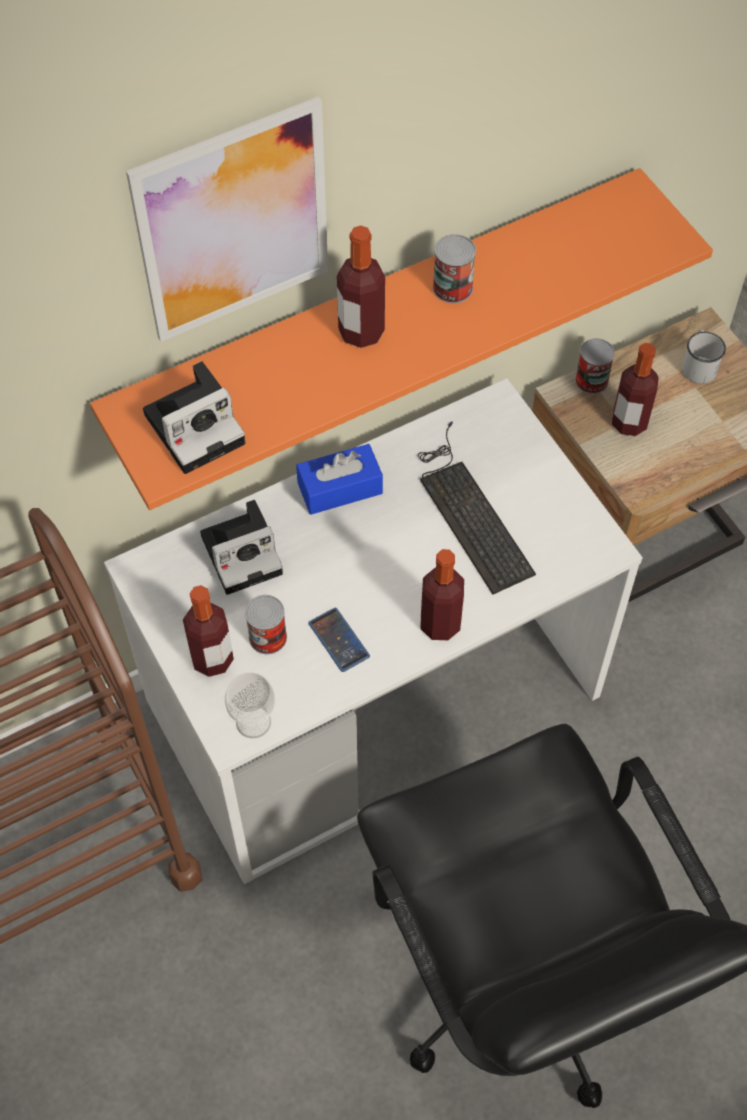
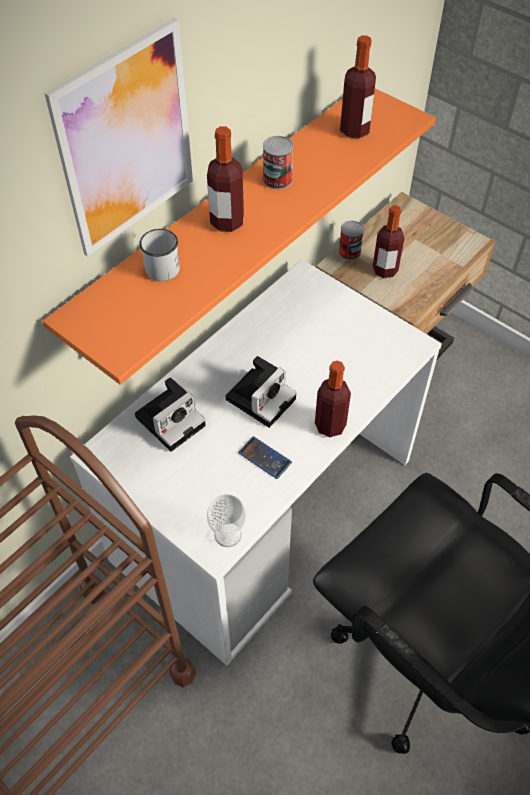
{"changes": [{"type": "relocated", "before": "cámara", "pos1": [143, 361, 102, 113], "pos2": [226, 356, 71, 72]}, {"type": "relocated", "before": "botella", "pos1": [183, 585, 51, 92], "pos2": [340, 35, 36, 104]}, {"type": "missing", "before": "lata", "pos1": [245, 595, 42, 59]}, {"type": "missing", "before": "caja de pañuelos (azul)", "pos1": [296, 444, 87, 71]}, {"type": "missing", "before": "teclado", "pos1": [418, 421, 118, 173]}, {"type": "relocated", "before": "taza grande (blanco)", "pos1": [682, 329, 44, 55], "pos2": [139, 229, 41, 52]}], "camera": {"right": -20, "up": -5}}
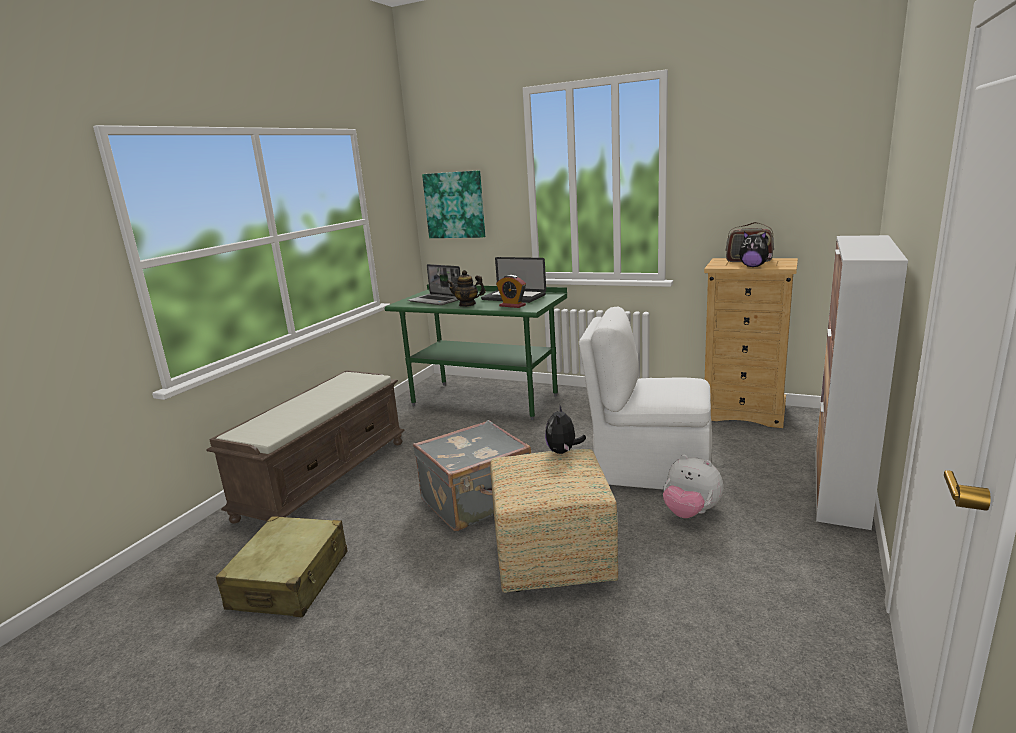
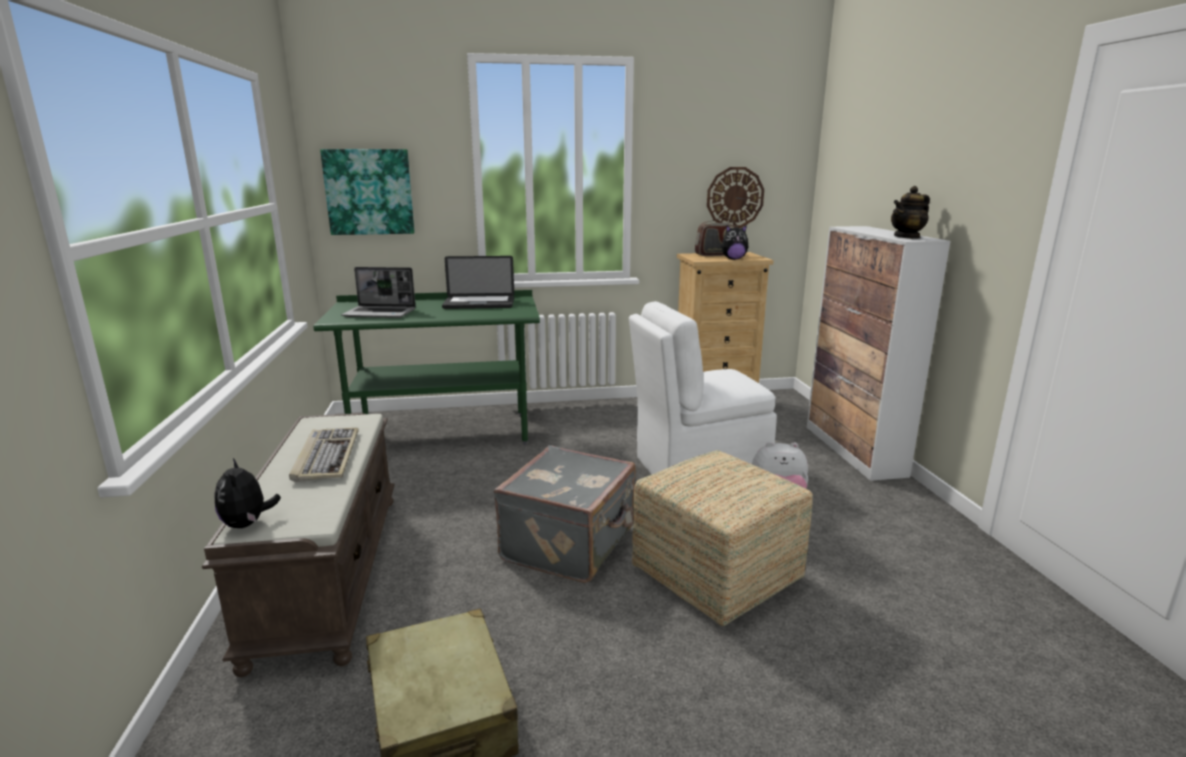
{"changes": [{"type": "relocated", "before": "tetera", "pos1": [447, 270, 39, 37], "pos2": [891, 186, 39, 53]}, {"type": "missing", "before": "despertador", "pos1": [496, 275, 30, 33]}, {"type": "relocated", "before": "peluche", "pos1": [545, 406, 41, 48], "pos2": [214, 458, 67, 70]}, {"type": "appeared", "after": "teclado", "pos2": [289, 428, 70, 54]}, {"type": "appeared", "after": "reloj de pared", "pos2": [707, 167, 57, 61]}], "camera": {"right": -35, "up": 0}}
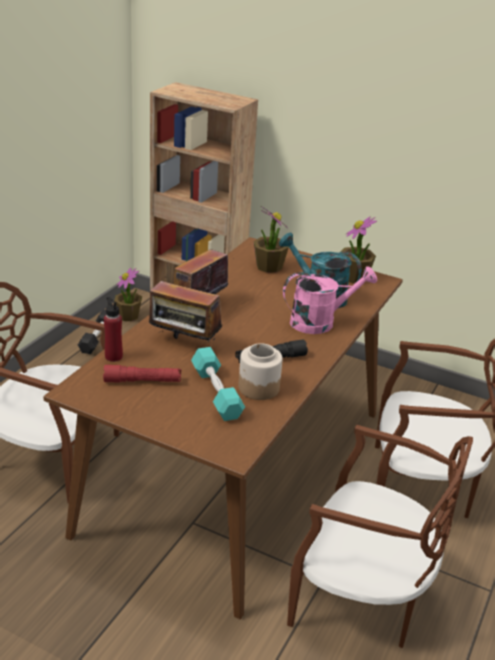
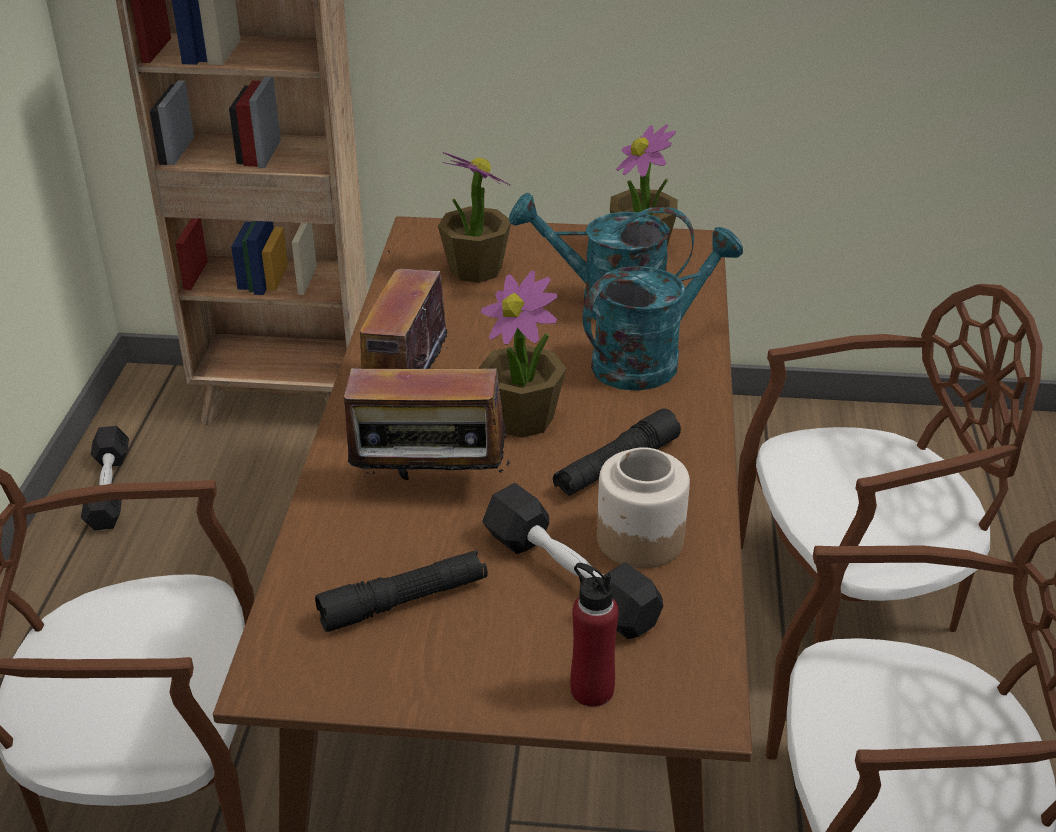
{"changes": [{"type": "colour", "before": "linterna (rojo)", "after": "linterna (negro)", "pos1": [103, 365, 78, 17], "pos2": [315, 550, 172, 82]}, {"type": "relocated", "before": "botella (rojo)", "pos1": [104, 297, 19, 65], "pos2": [570, 563, 49, 144]}, {"type": "relocated", "before": "planta en maceta", "pos1": [114, 268, 28, 53], "pos2": [478, 271, 88, 167]}, {"type": "colour", "before": "mancuerna (turquesa)", "after": "mancuerna (negro)", "pos1": [191, 347, 54, 74], "pos2": [482, 483, 181, 156]}, {"type": "colour", "before": "regadera (rosa)", "after": "regadera (turquesa)", "pos1": [283, 266, 94, 68], "pos2": [583, 227, 160, 164]}], "camera": {"right": -20, "up": 5}}
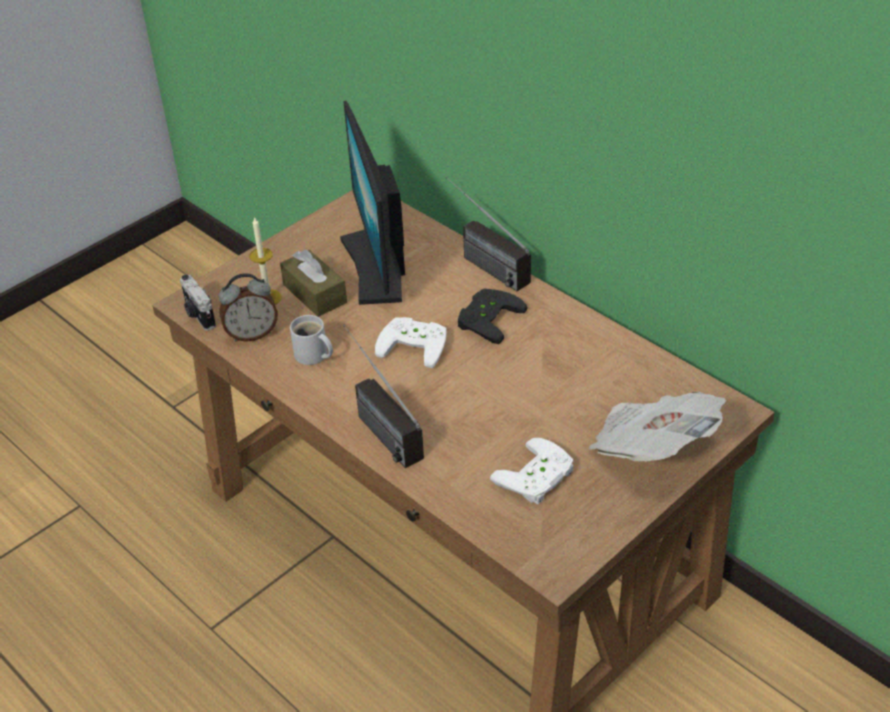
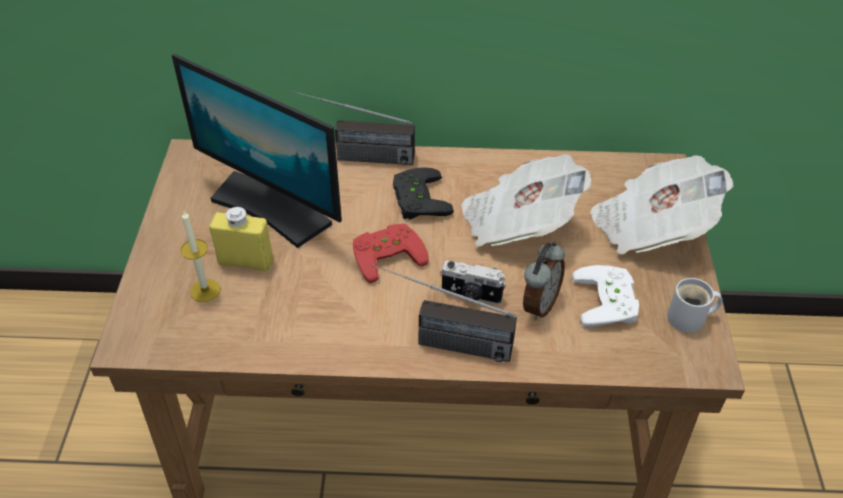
{"changes": [{"type": "relocated", "before": "cámara", "pos1": [180, 275, 36, 56], "pos2": [440, 260, 66, 45]}, {"type": "relocated", "before": "despertador", "pos1": [219, 273, 59, 69], "pos2": [523, 242, 42, 78]}, {"type": "exchanged", "before": "caja de pañuelos (marrón)", "after": "botella (amarillo)", "pos1": [280, 250, 67, 67], "pos2": [209, 207, 64, 64]}, {"type": "relocated", "before": "taza grande (blanco)", "pos1": [290, 315, 43, 50], "pos2": [667, 278, 56, 55]}, {"type": "colour", "before": "mando de consola (blanco)", "after": "mando de consola (rojo)", "pos1": [375, 317, 71, 51], "pos2": [353, 224, 76, 59]}, {"type": "appeared", "after": "periódico", "pos2": [461, 154, 130, 93]}], "camera": {"right": -45, "up": 5}}
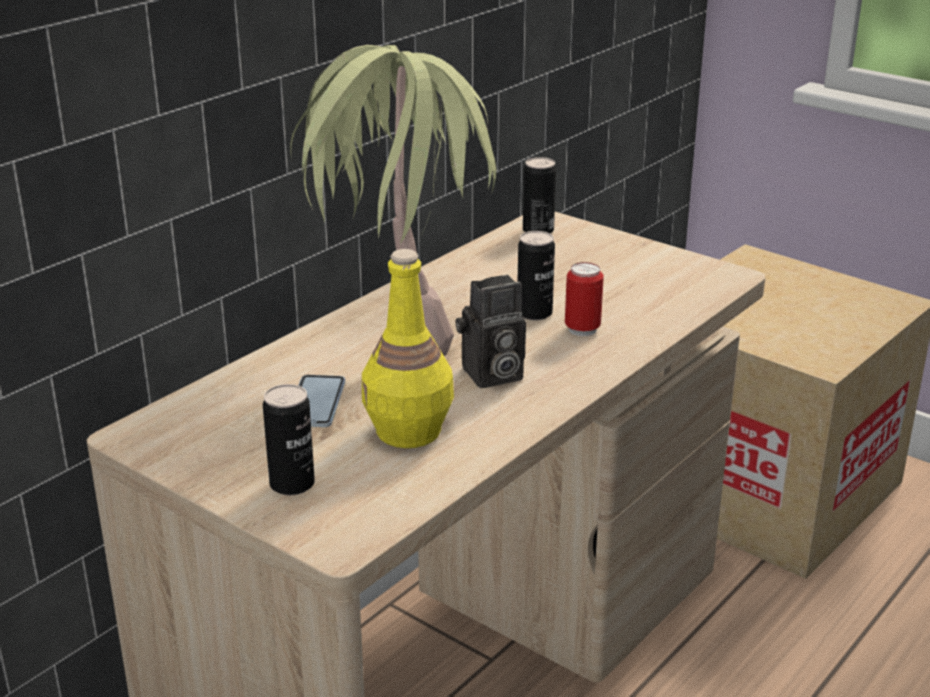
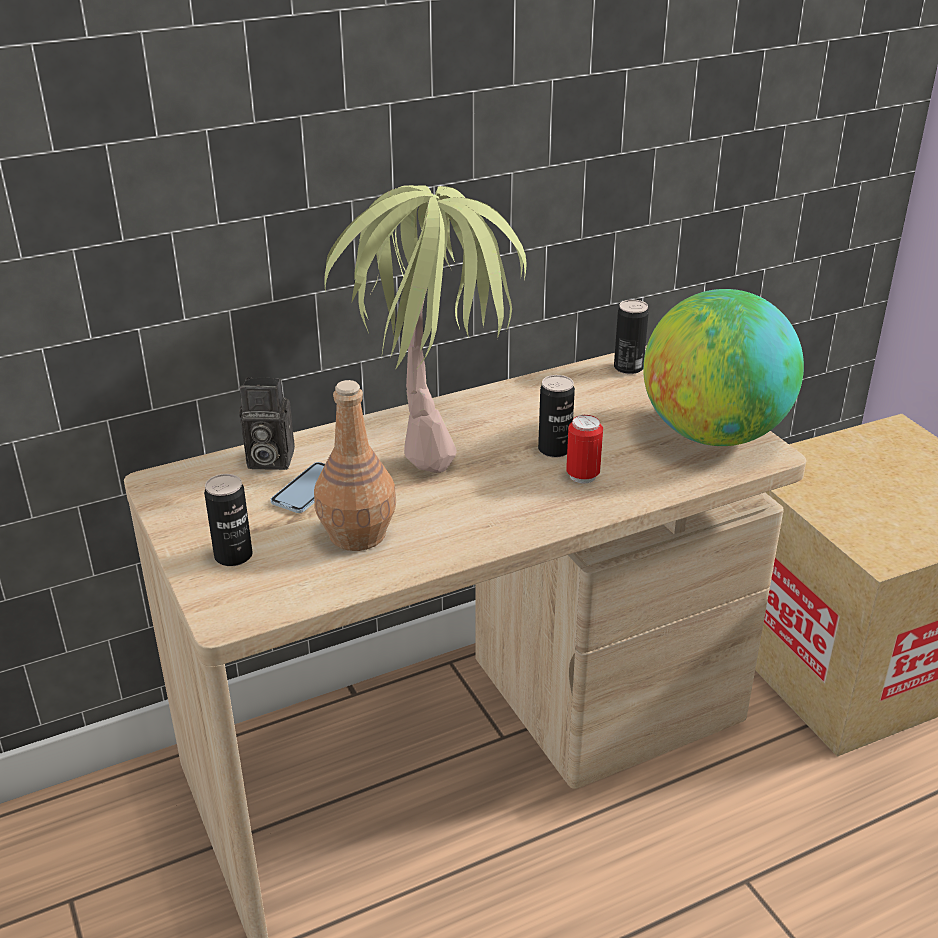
{"changes": [{"type": "colour", "before": "botella (amarillo)", "after": "botella (marrón)", "pos1": [362, 249, 92, 199], "pos2": [314, 380, 82, 171]}, {"type": "relocated", "before": "cámara", "pos1": [455, 275, 71, 113], "pos2": [239, 377, 56, 93]}, {"type": "appeared", "after": "globo terráqueo", "pos2": [643, 289, 161, 157]}], "camera": {"right": 25, "up": 5}}
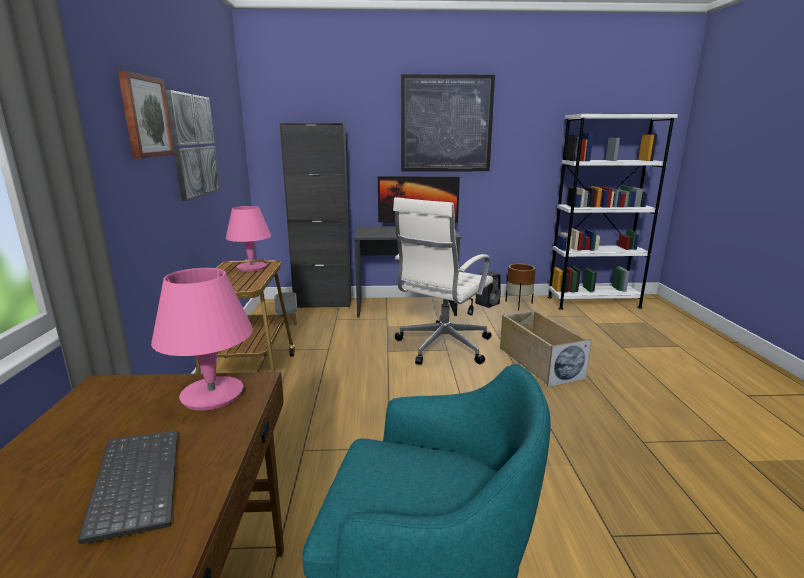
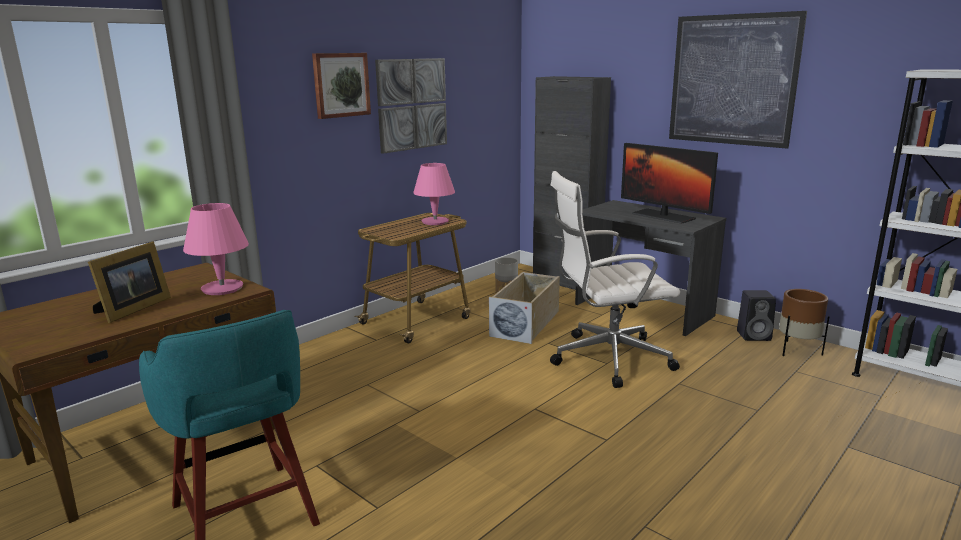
{"changes": [{"type": "exchanged", "before": "teclado", "after": "portarretratos", "pos1": [78, 431, 100, 113], "pos2": [88, 241, 83, 82]}, {"type": "relocated", "before": "caja de almacenaje (beis)", "pos1": [500, 310, 92, 77], "pos2": [489, 272, 71, 72]}], "camera": {"right": 45, "up": 0}}
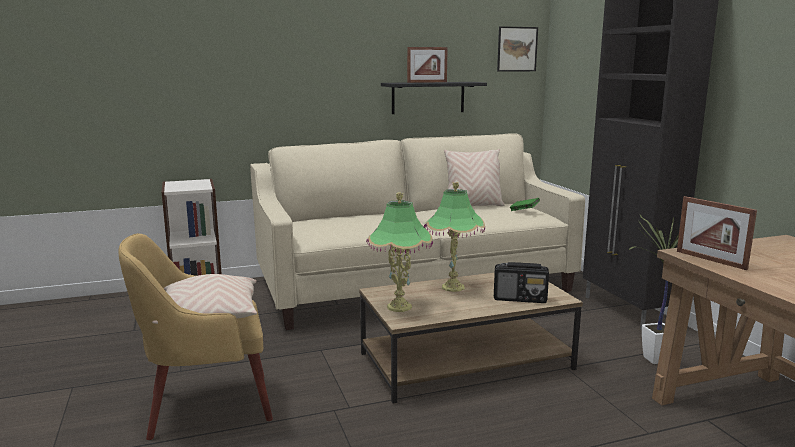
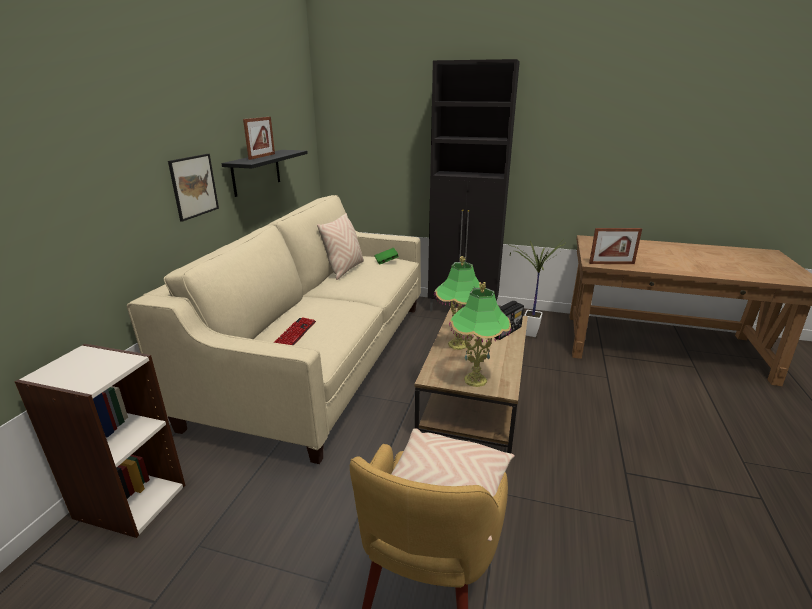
{"changes": [{"type": "relocated", "before": "cuadro", "pos1": [497, 26, 41, 46], "pos2": [168, 154, 51, 68]}, {"type": "appeared", "after": "teclado", "pos2": [274, 317, 42, 28]}], "camera": {"right": -55, "up": 10}}
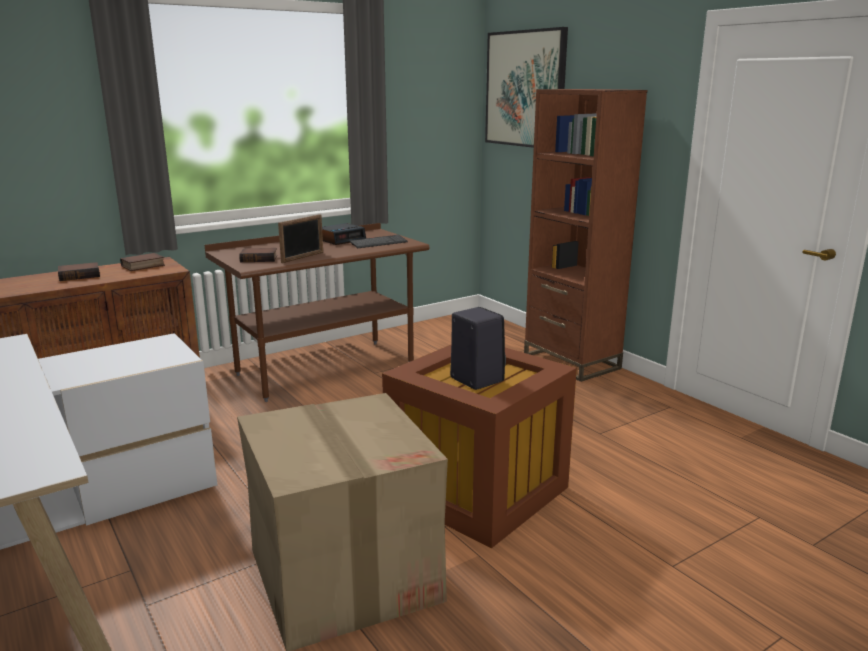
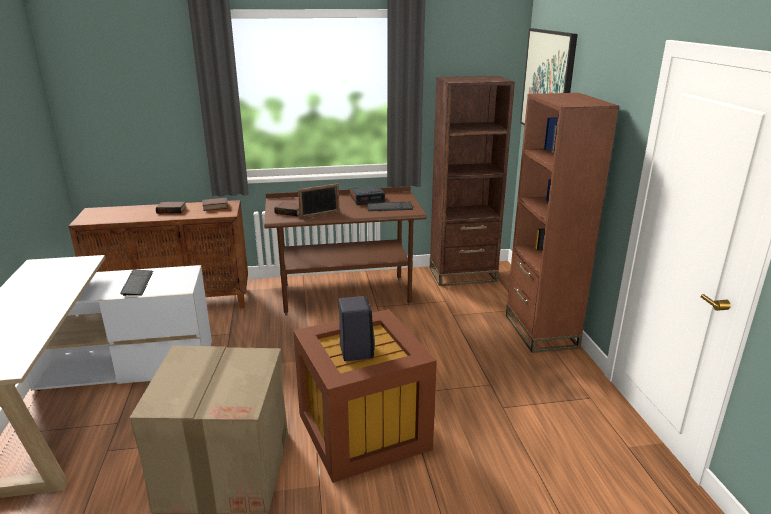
{"changes": [{"type": "appeared", "after": "teclado", "pos2": [120, 270, 33, 26]}, {"type": "appeared", "after": "estantería (marrón)", "pos2": [430, 76, 85, 210]}], "camera": {"right": 25, "up": 5}}
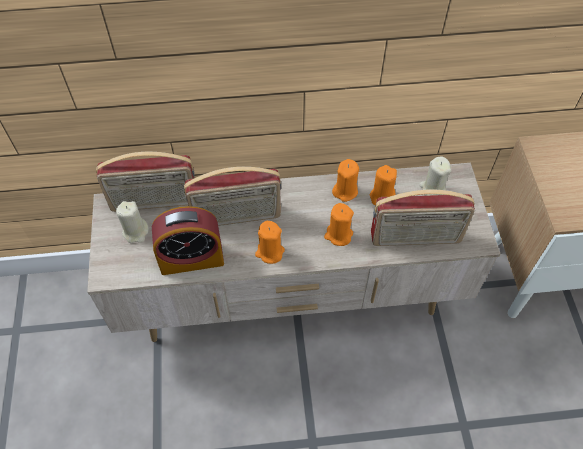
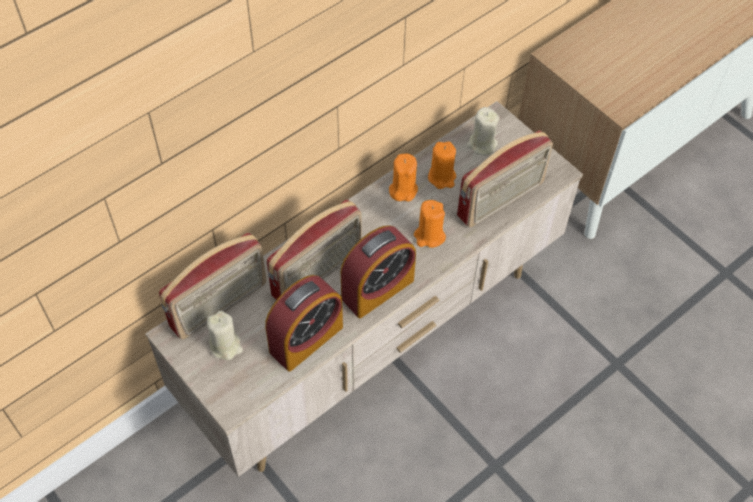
{"changes": [{"type": "exchanged", "before": "vela (naranja)", "after": "despertador", "pos1": [255, 221, 30, 43], "pos2": [341, 225, 75, 93]}], "camera": {"right": -35, "up": 0}}
